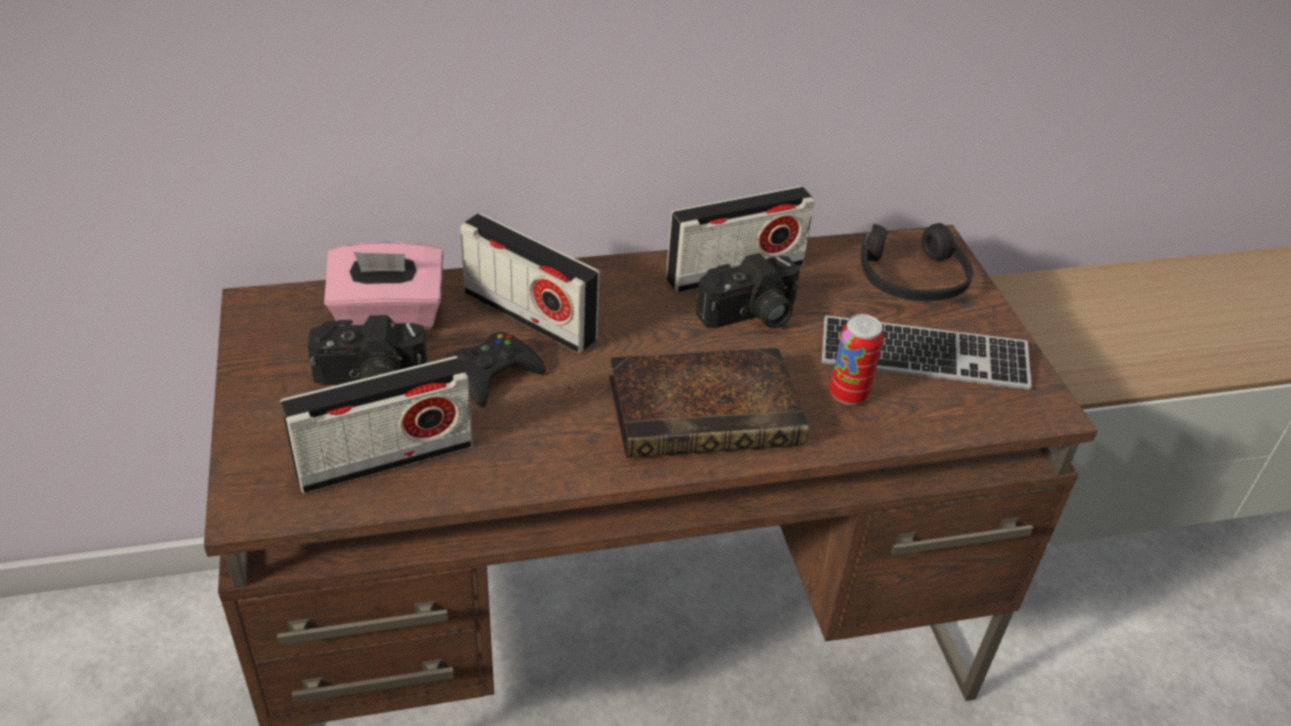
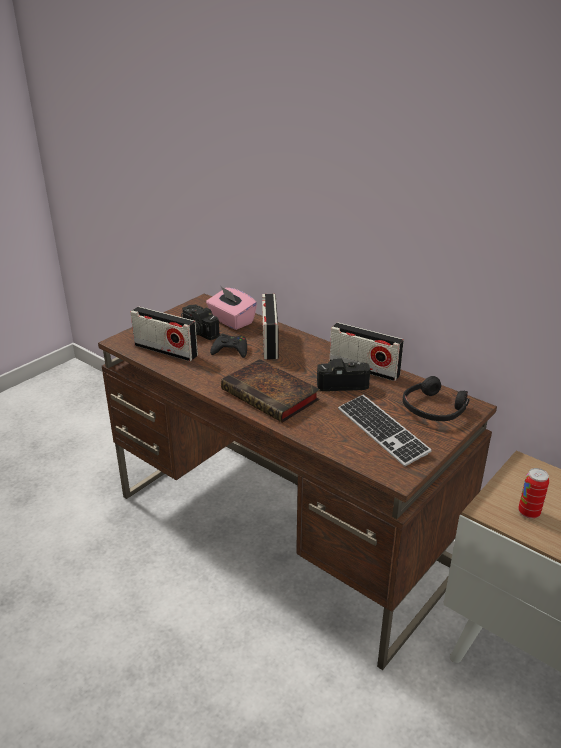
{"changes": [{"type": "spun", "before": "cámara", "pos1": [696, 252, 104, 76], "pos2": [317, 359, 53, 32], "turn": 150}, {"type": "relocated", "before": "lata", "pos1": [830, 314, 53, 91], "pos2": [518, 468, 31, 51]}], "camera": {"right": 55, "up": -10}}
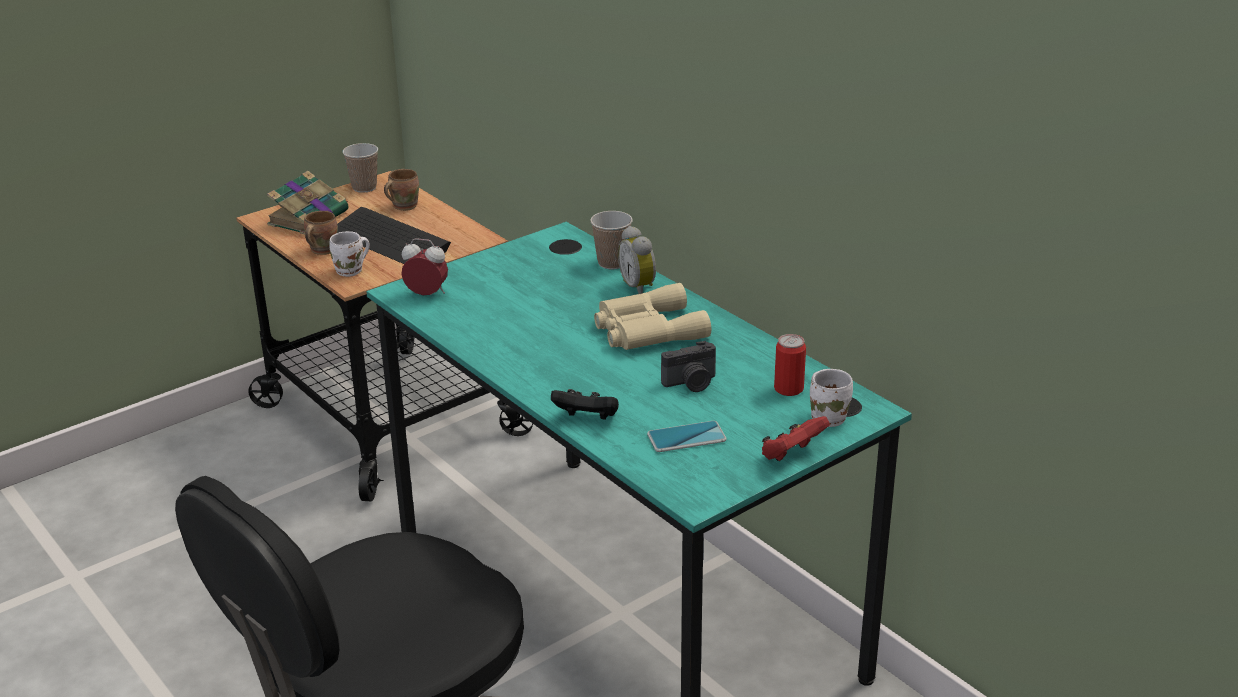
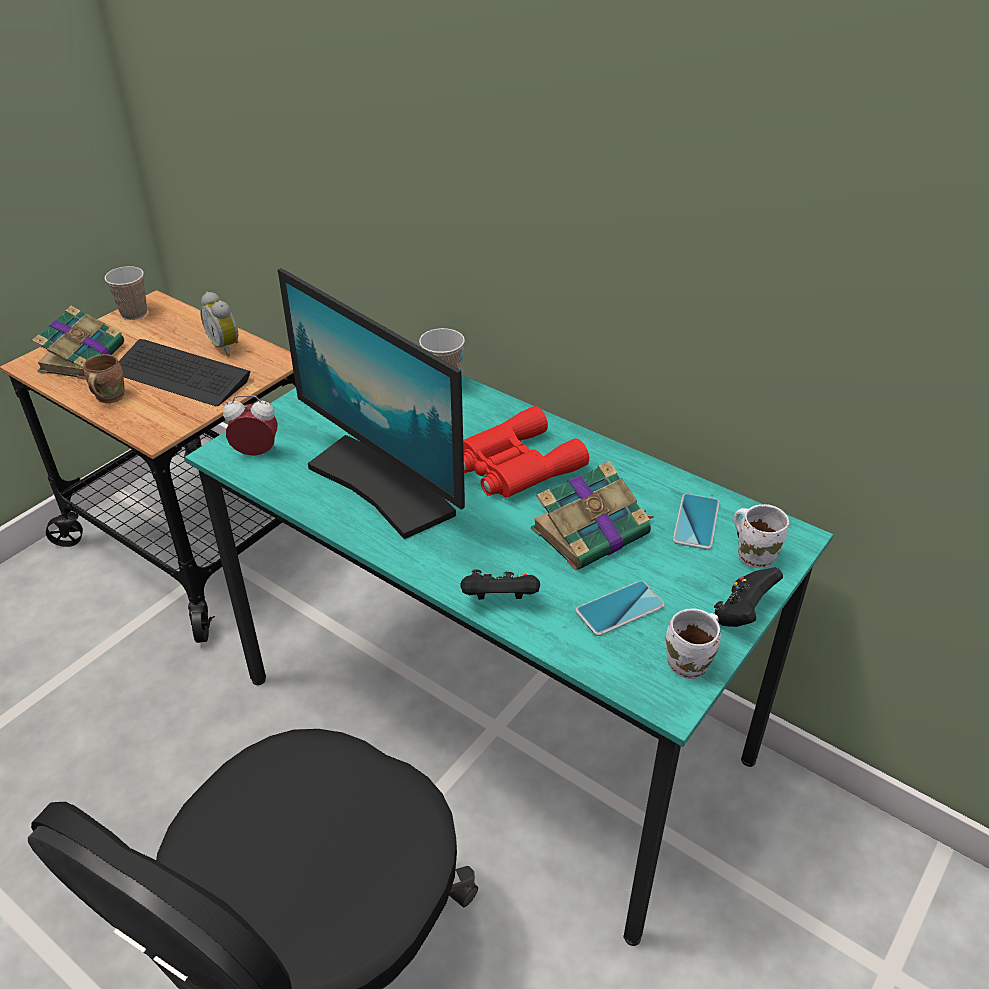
{"changes": [{"type": "relocated", "before": "taza grande (blanco)", "pos1": [329, 231, 41, 46], "pos2": [666, 608, 55, 71]}, {"type": "missing", "before": "taza grande (marrón)", "pos1": [384, 169, 35, 42]}, {"type": "colour", "before": "prismáticos (beis)", "after": "prismáticos (rojo)", "pos1": [594, 283, 117, 67], "pos2": [463, 406, 126, 92]}, {"type": "relocated", "before": "despertador", "pos1": [618, 226, 38, 68], "pos2": [200, 292, 38, 65]}, {"type": "exchanged", "before": "cámara", "after": "libro", "pos1": [661, 341, 55, 51], "pos2": [531, 461, 123, 109]}, {"type": "colour", "before": "mando de consola (rojo)", "after": "mando de consola (negro)", "pos1": [762, 416, 68, 45], "pos2": [714, 567, 69, 60]}, {"type": "exchanged", "before": "lata", "after": "móvil", "pos1": [774, 334, 32, 62], "pos2": [673, 494, 47, 56]}, {"type": "appeared", "after": "monitor", "pos2": [278, 268, 187, 271]}], "camera": {"right": -15, "up": 10}}
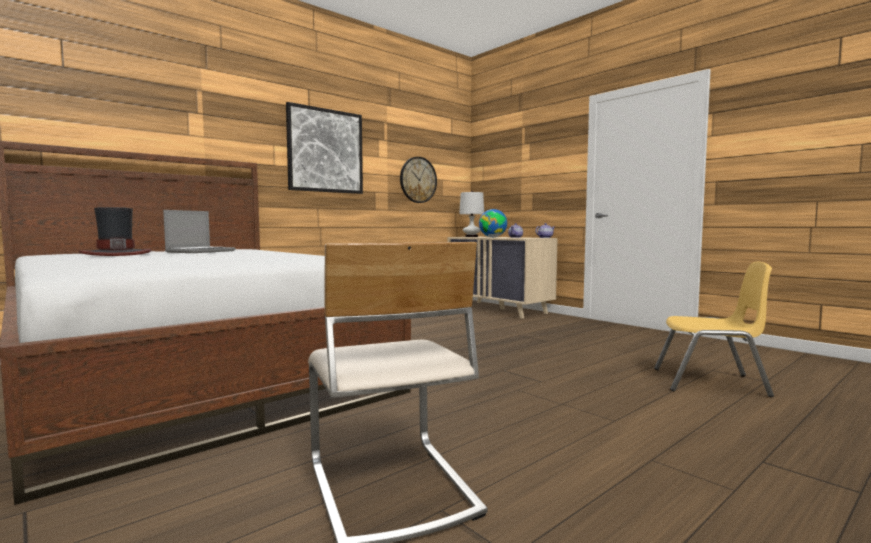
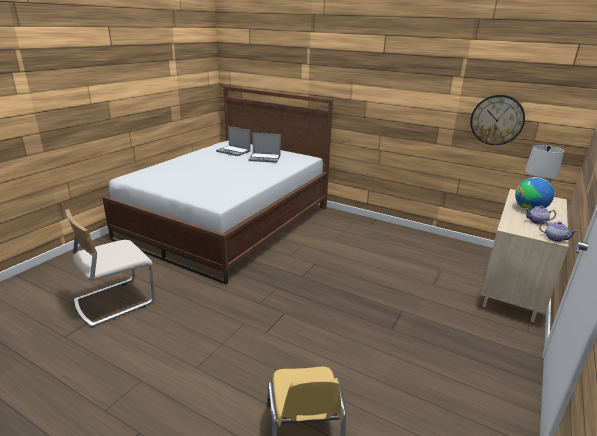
{"changes": [{"type": "exchanged", "before": "sombrero", "after": "portátil", "pos1": [79, 207, 73, 49], "pos2": [216, 126, 35, 30]}, {"type": "missing", "before": "cuadro", "pos1": [286, 102, 77, 92]}], "camera": {"right": 70, "up": 20}}
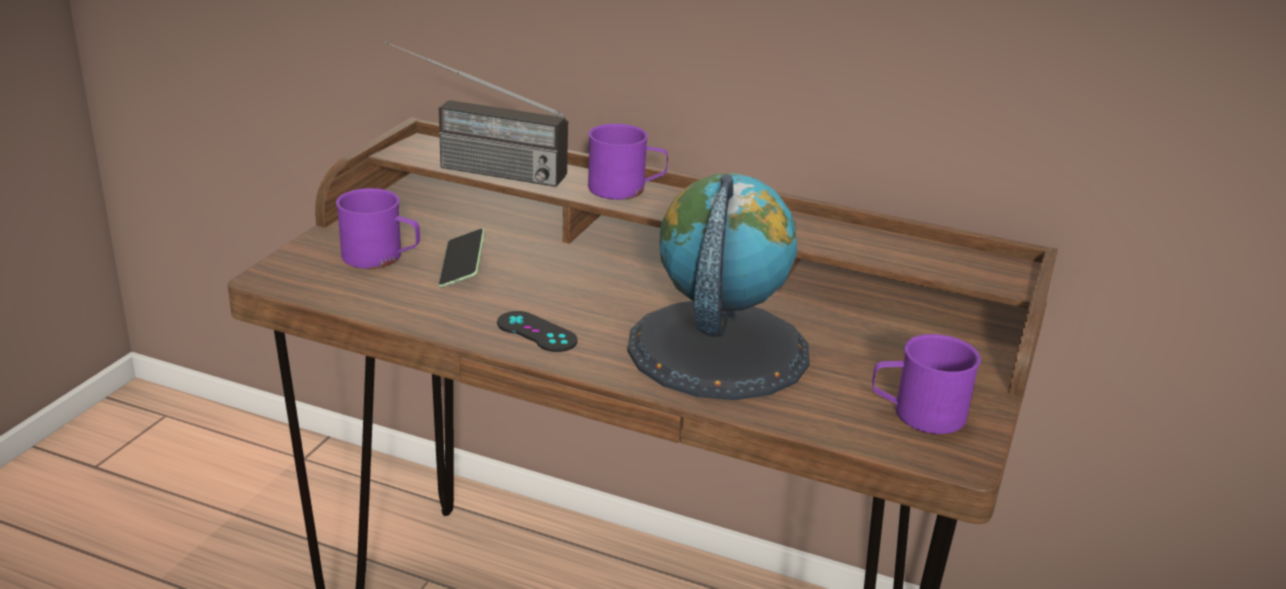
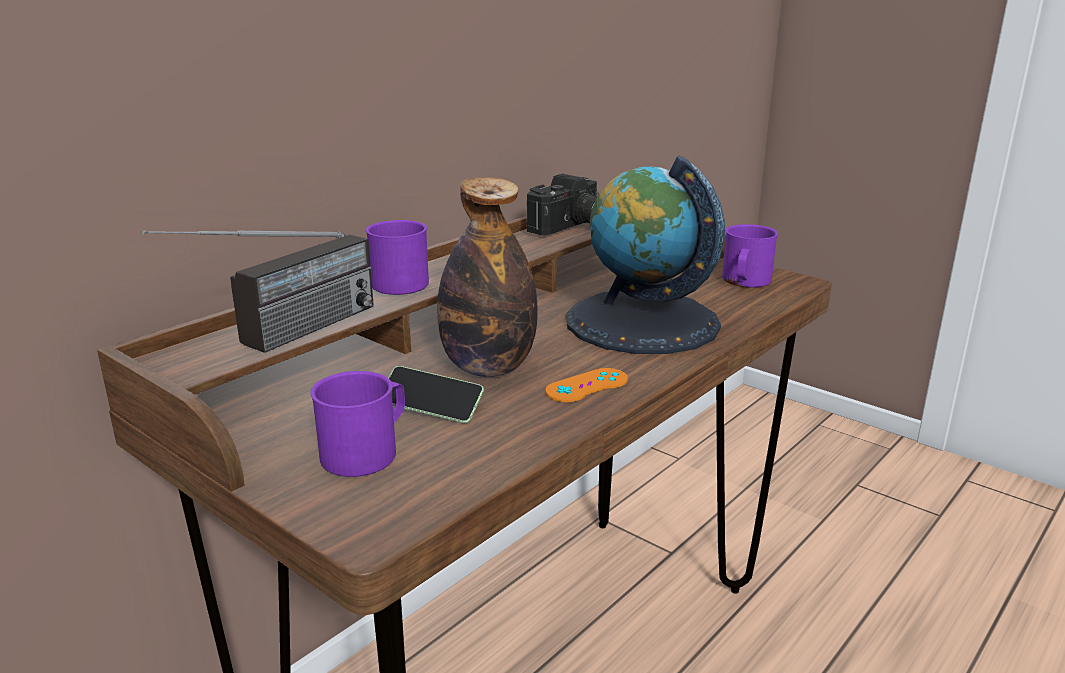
{"changes": [{"type": "colour", "before": "mando de consola (negro)", "after": "mando de consola (naranja)", "pos1": [497, 311, 81, 41], "pos2": [545, 368, 83, 34]}, {"type": "appeared", "after": "botella", "pos2": [437, 177, 101, 200]}, {"type": "appeared", "after": "cámara", "pos2": [527, 174, 72, 61]}], "camera": {"right": -70, "up": -5}}
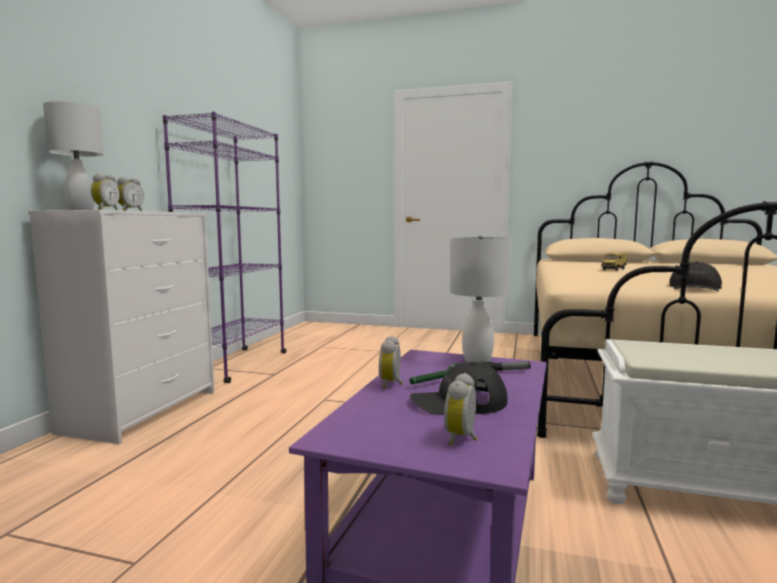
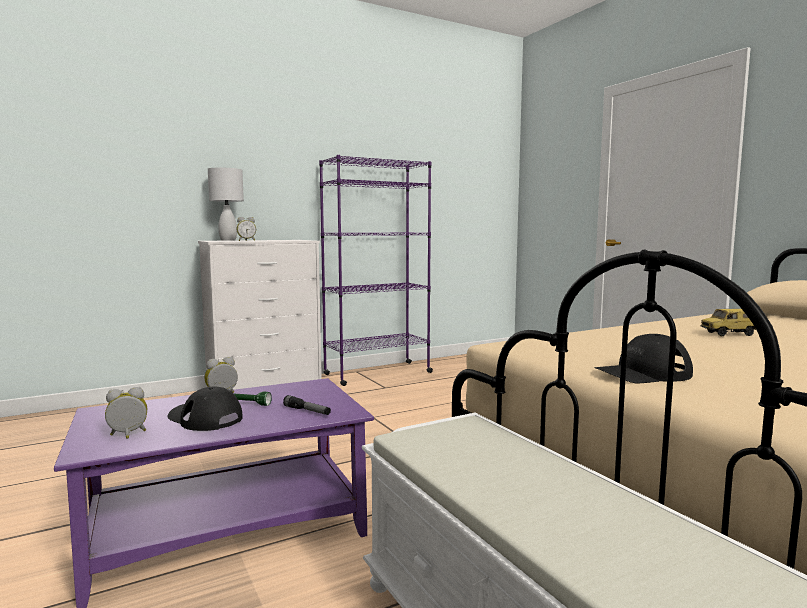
{"changes": [{"type": "missing", "before": "despertador", "pos1": [91, 173, 29, 37]}, {"type": "missing", "before": "lámpara de mesa (blanco)", "pos1": [450, 235, 61, 127]}], "camera": {"right": 45, "up": 0}}
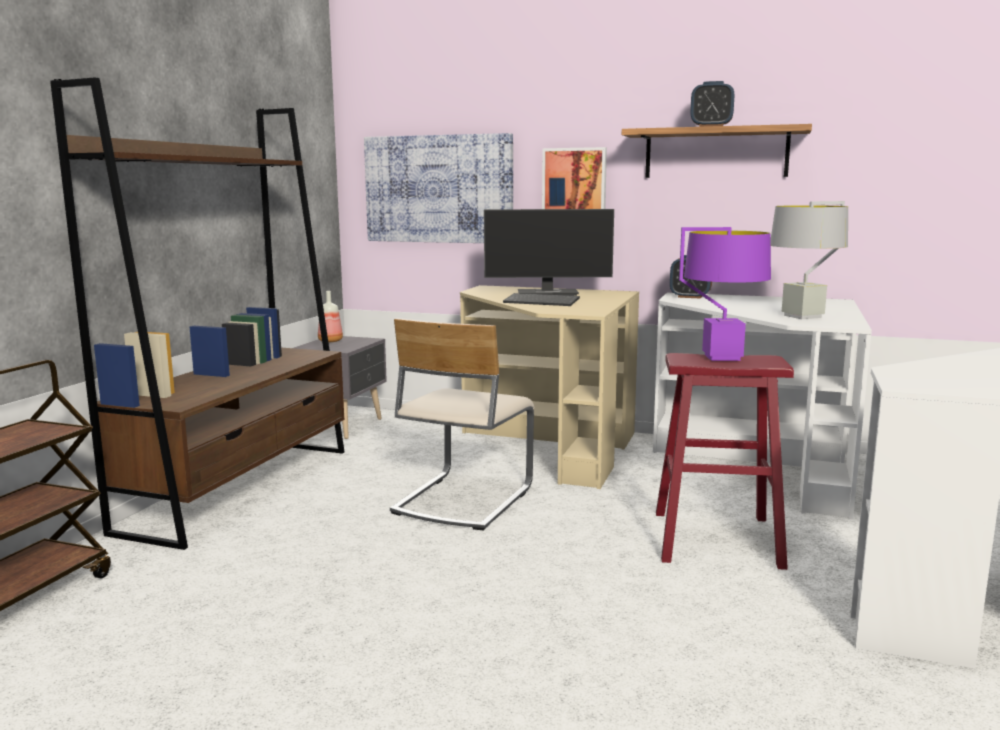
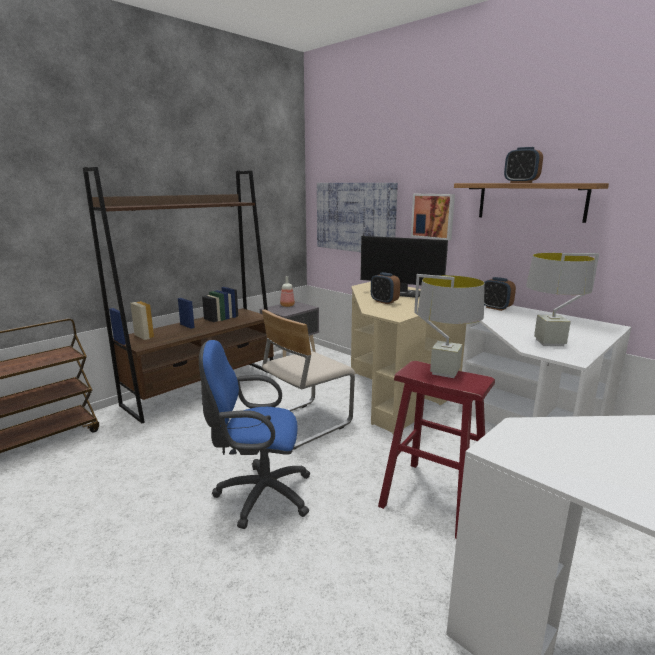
{"changes": [{"type": "exchanged", "before": "teclado", "after": "despertador", "pos1": [503, 293, 77, 13], "pos2": [371, 272, 29, 32]}, {"type": "colour", "before": "lámpara de mesa (morado)", "after": "lámpara de mesa (gris)", "pos1": [679, 227, 92, 134], "pos2": [414, 274, 71, 104]}, {"type": "appeared", "after": "silla de oficina (azul)", "pos2": [199, 340, 111, 189]}], "camera": {"right": 25, "up": 5}}
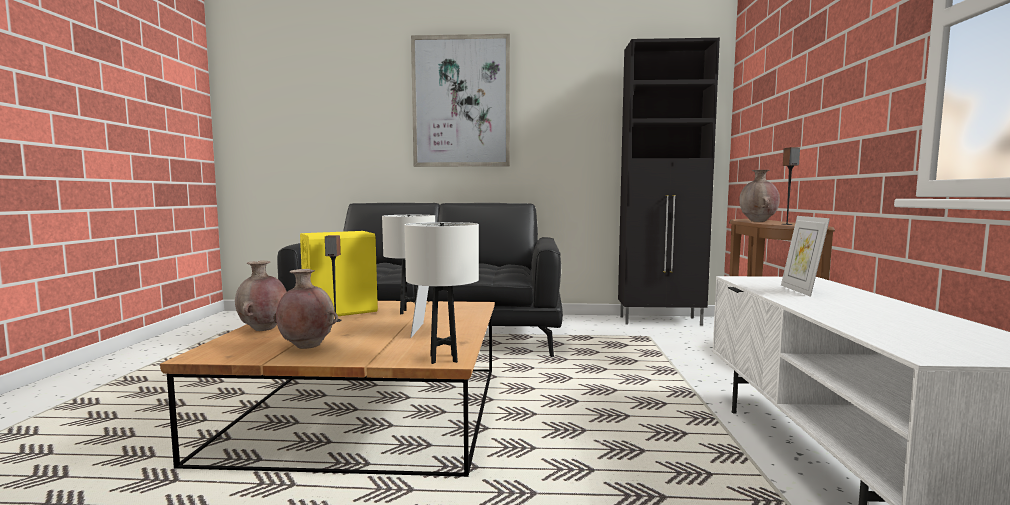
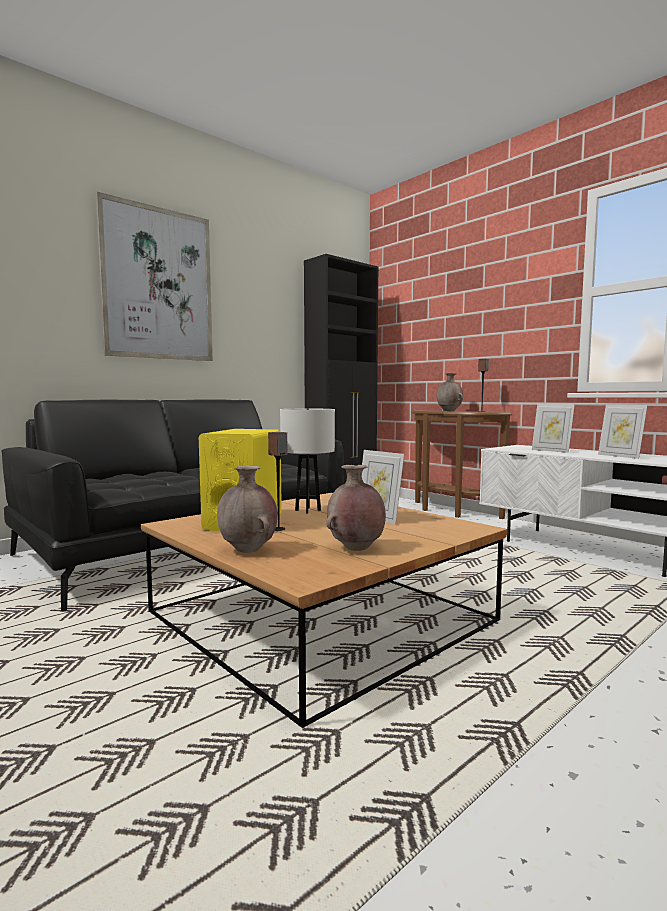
{"changes": [{"type": "missing", "before": "lámpara de mesa (blanco)", "pos1": [404, 222, 75, 142]}, {"type": "appeared", "after": "portarretratos", "pos2": [598, 404, 50, 55]}], "camera": {"right": -45, "up": 0}}
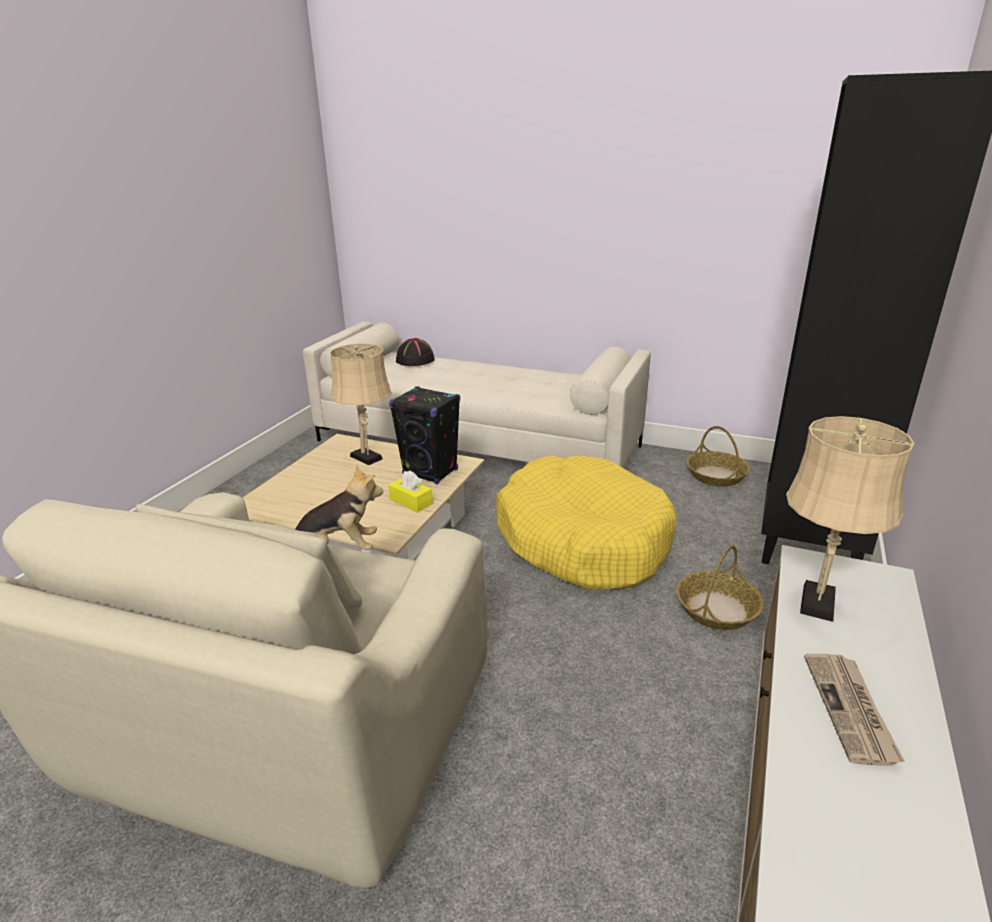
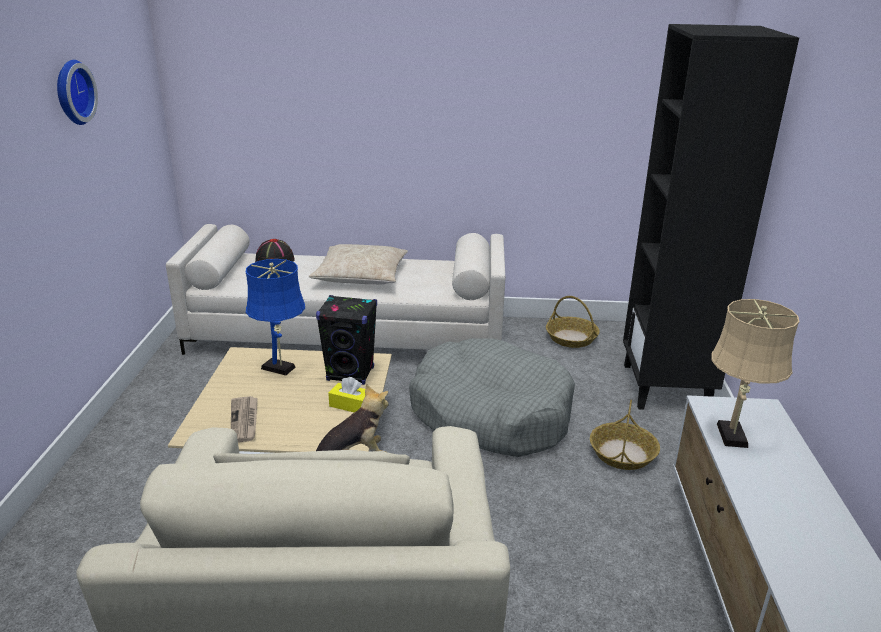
{"changes": [{"type": "colour", "before": "lámpara de mesa (beis)", "after": "lámpara de mesa (azul)", "pos1": [330, 344, 62, 121], "pos2": [246, 259, 59, 117]}, {"type": "colour", "before": "cama para perro (amarillo)", "after": "cama para perro (gris)", "pos1": [496, 455, 181, 135], "pos2": [409, 338, 166, 119]}, {"type": "relocated", "before": "periódico", "pos1": [804, 654, 100, 112], "pos2": [231, 396, 27, 47]}, {"type": "appeared", "after": "reloj de pared", "pos2": [57, 60, 41, 65]}, {"type": "appeared", "after": "cojín (beis)", "pos2": [309, 244, 99, 40]}], "camera": {"right": -20, "up": 0}}
